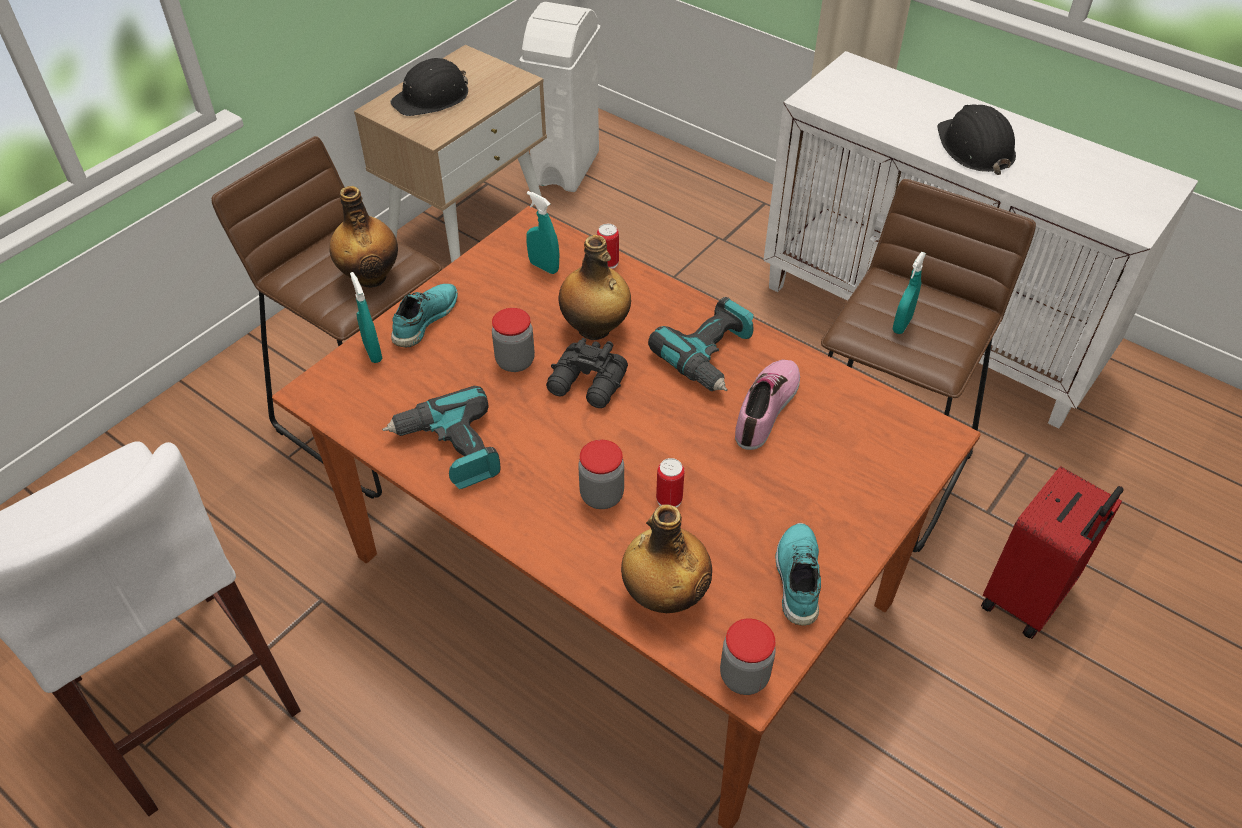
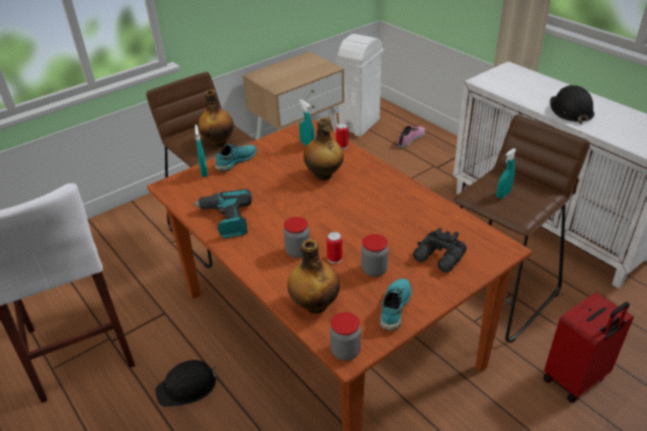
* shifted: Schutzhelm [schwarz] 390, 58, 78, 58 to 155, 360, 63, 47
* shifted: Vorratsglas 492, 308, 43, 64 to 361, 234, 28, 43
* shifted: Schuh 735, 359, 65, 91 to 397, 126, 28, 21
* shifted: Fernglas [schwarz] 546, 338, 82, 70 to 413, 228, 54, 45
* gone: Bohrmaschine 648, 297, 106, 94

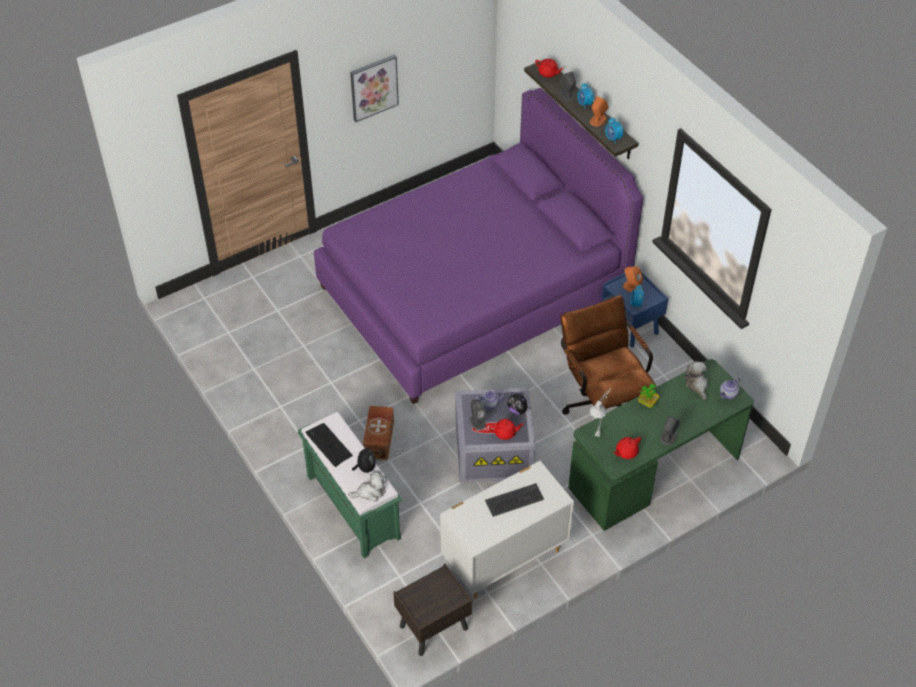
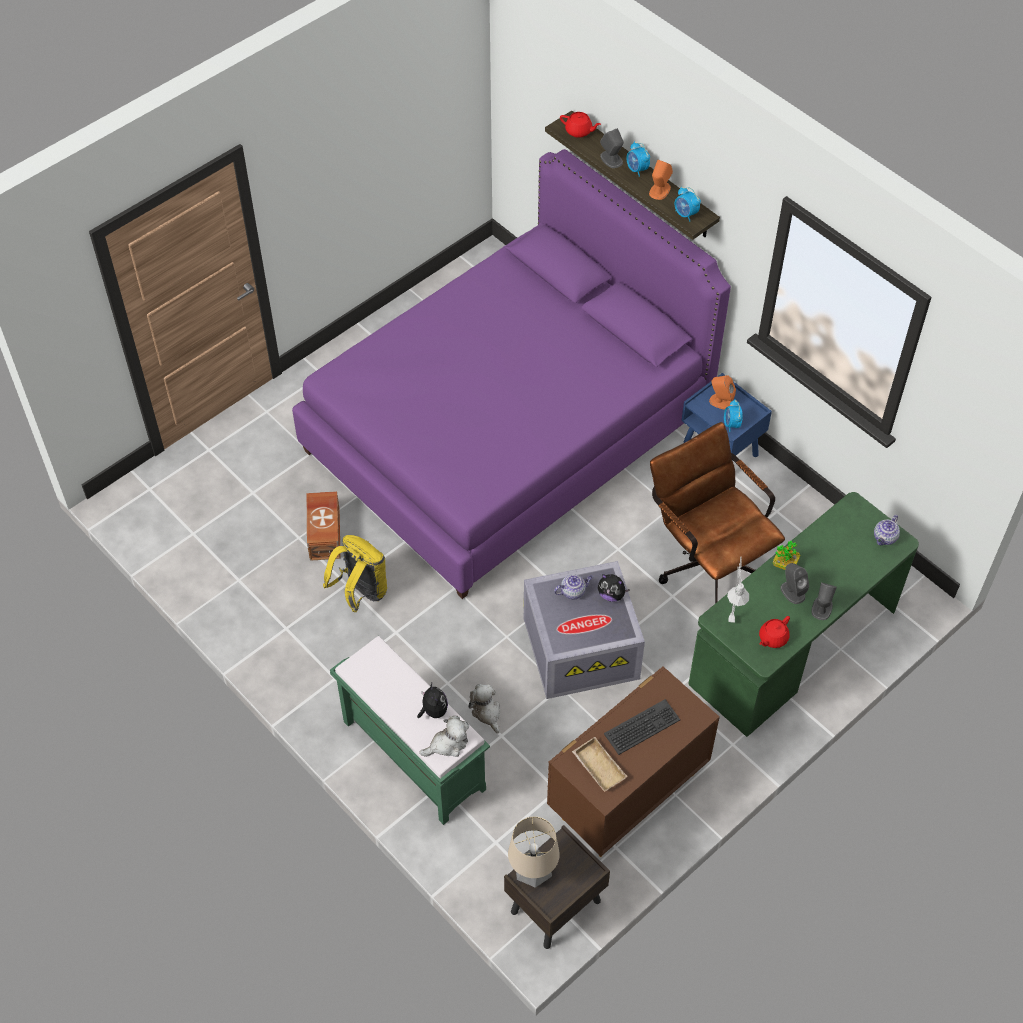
* shifted: Aufbewahrungsbox [braun] 363, 406, 31, 54 to 307, 491, 34, 70
* new: Rucksack [gelb] 323, 535, 64, 77
* shifted: Plüschtier 684, 361, 24, 39 to 468, 684, 32, 49
* new: Tischlampe 508, 816, 52, 72
* repainted: Kommode [weiß] 440, 461, 134, 137 to Kommode [braun] 547, 666, 173, 191
* new: Tablett [beige] 572, 737, 56, 55
* shifted: Lautsprecher [grau] 469, 399, 17, 31 to 780, 563, 29, 41
* gone: Tastatur 305, 423, 48, 44
* gone: Bild 350, 54, 49, 68
* gone: Teekanne [rot] 489, 419, 35, 21

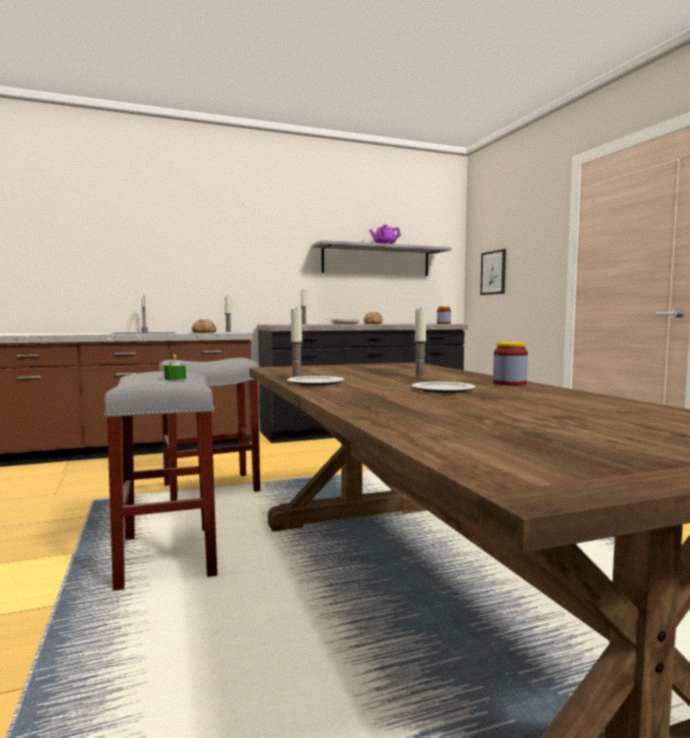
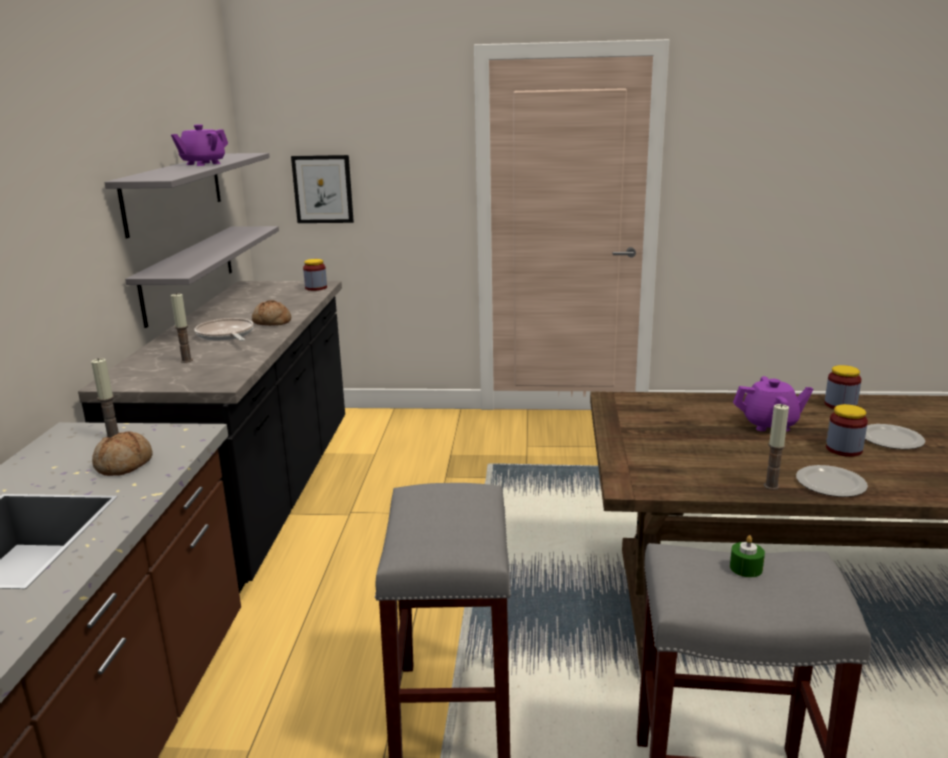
* new: Wandregal [grau] 125, 226, 154, 102
* swapped: Kerze 414, 307, 13, 70 to Teekanne [lila] 733, 376, 81, 55
* new: Vorratsglas 826, 404, 42, 53

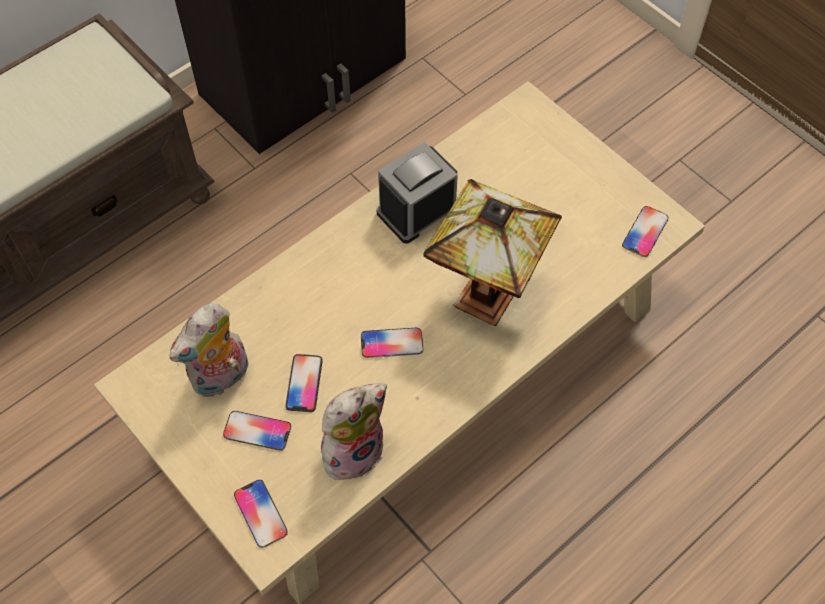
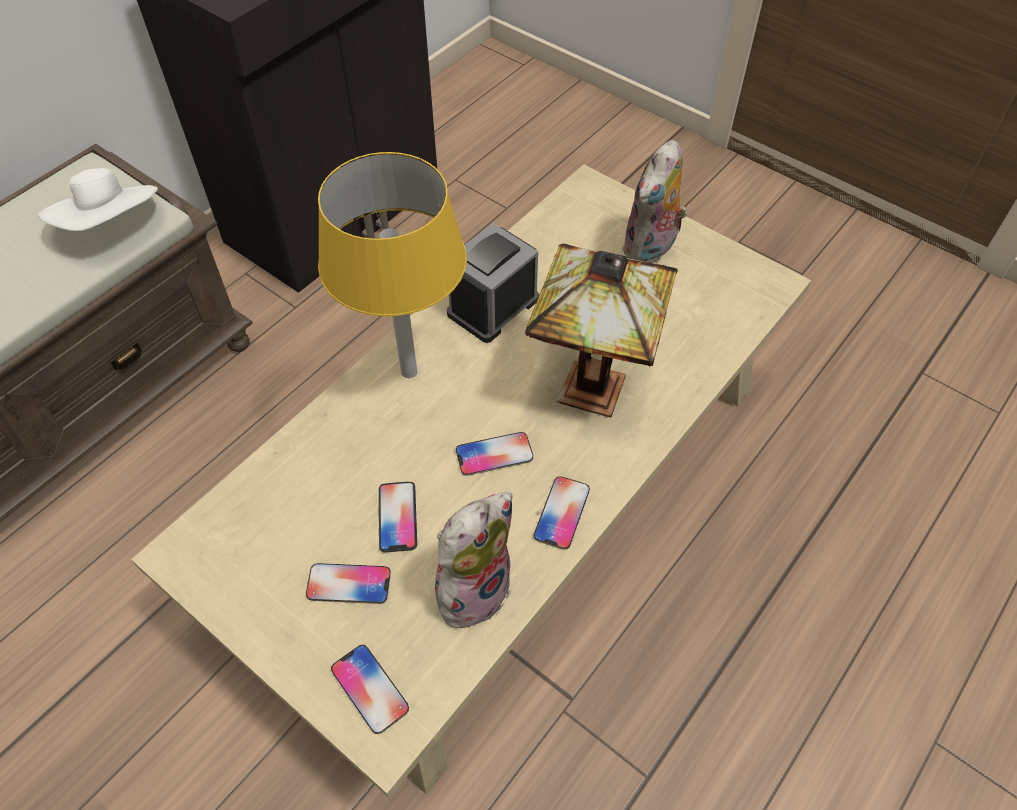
* new: Hut [weiß] 38, 168, 120, 63
* new: Tischlampe [gelb] 318, 152, 149, 226
* shifted: Handy 622, 206, 47, 51 to 534, 476, 56, 74
* shifted: Plüschtier 169, 303, 79, 94 to 622, 140, 66, 123

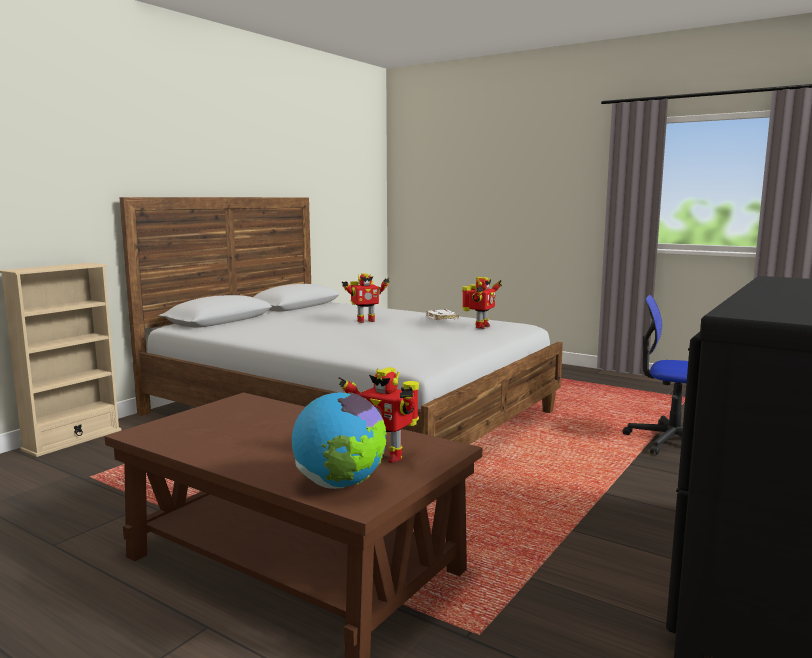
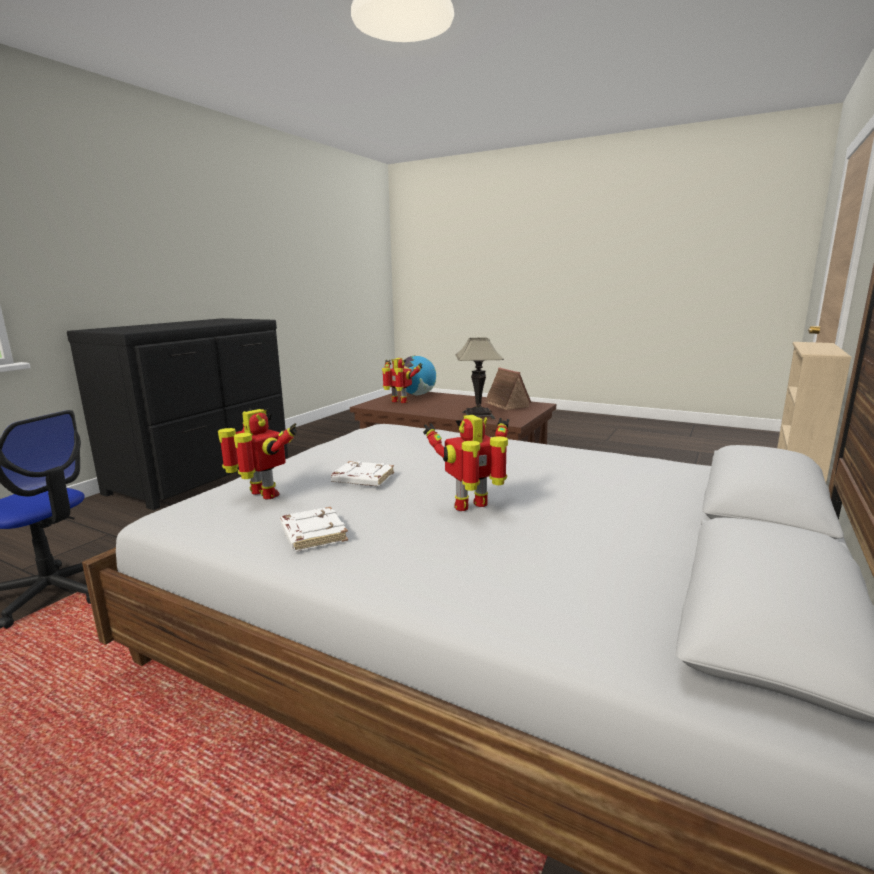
* rotated: Spielzeugroboter 462, 277, 40, 52 = 218, 409, 79, 90 105 degrees clockwise
* new: Buch [weiß] 331, 461, 63, 25
* new: Tischlampe 455, 337, 49, 82
* new: Spielzeughaus 484, 368, 48, 42

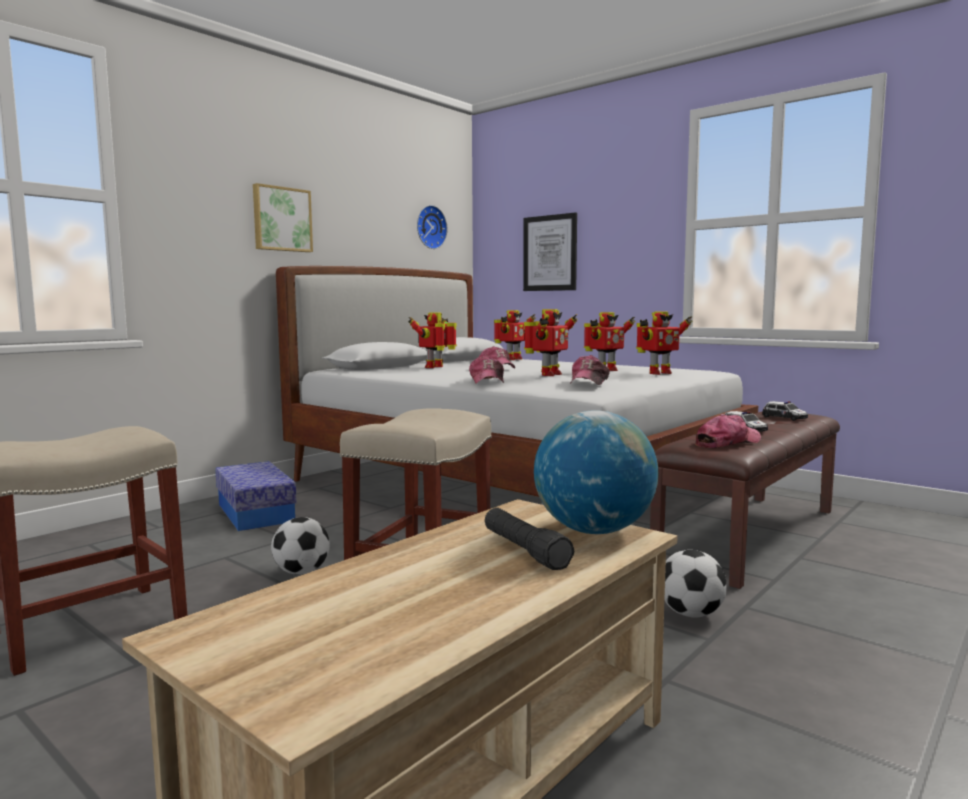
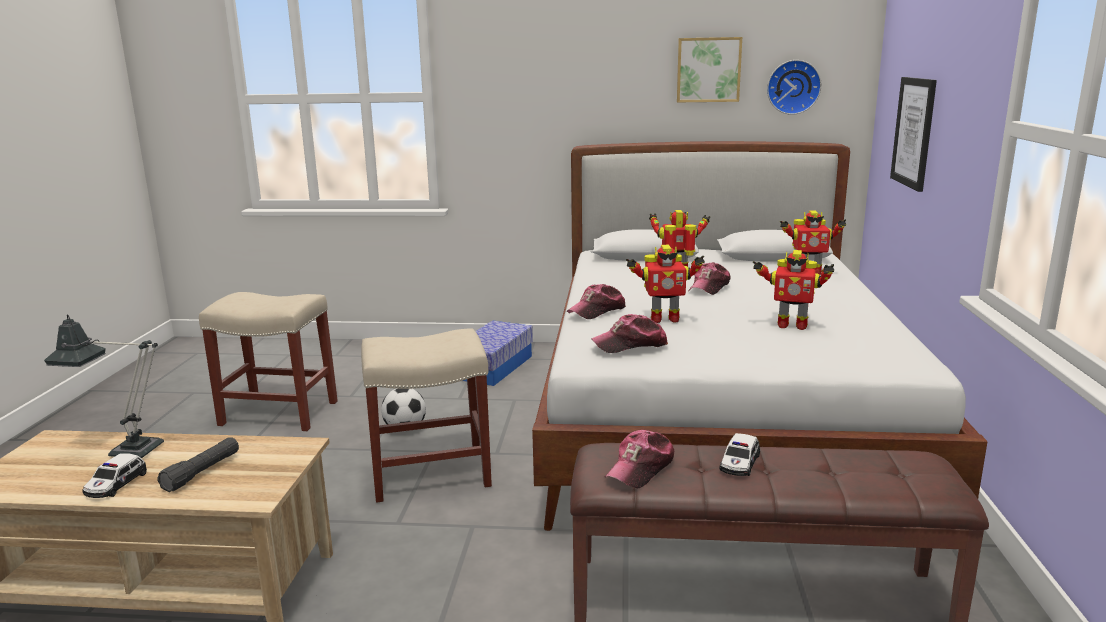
* new: Tischlampe 44, 314, 120, 144
* shifted: Spielzeugauto 763, 401, 45, 20 to 82, 453, 65, 45
* rotated: Kappe 695, 414, 66, 34 = 605, 430, 70, 58 105 degrees clockwise
* shifted: Bild 253, 183, 60, 69 to 677, 37, 65, 65
* gone: Globus 534, 410, 125, 124
* gone: Spielzeugroboter 636, 311, 57, 64
* gone: Fußball 664, 550, 63, 68

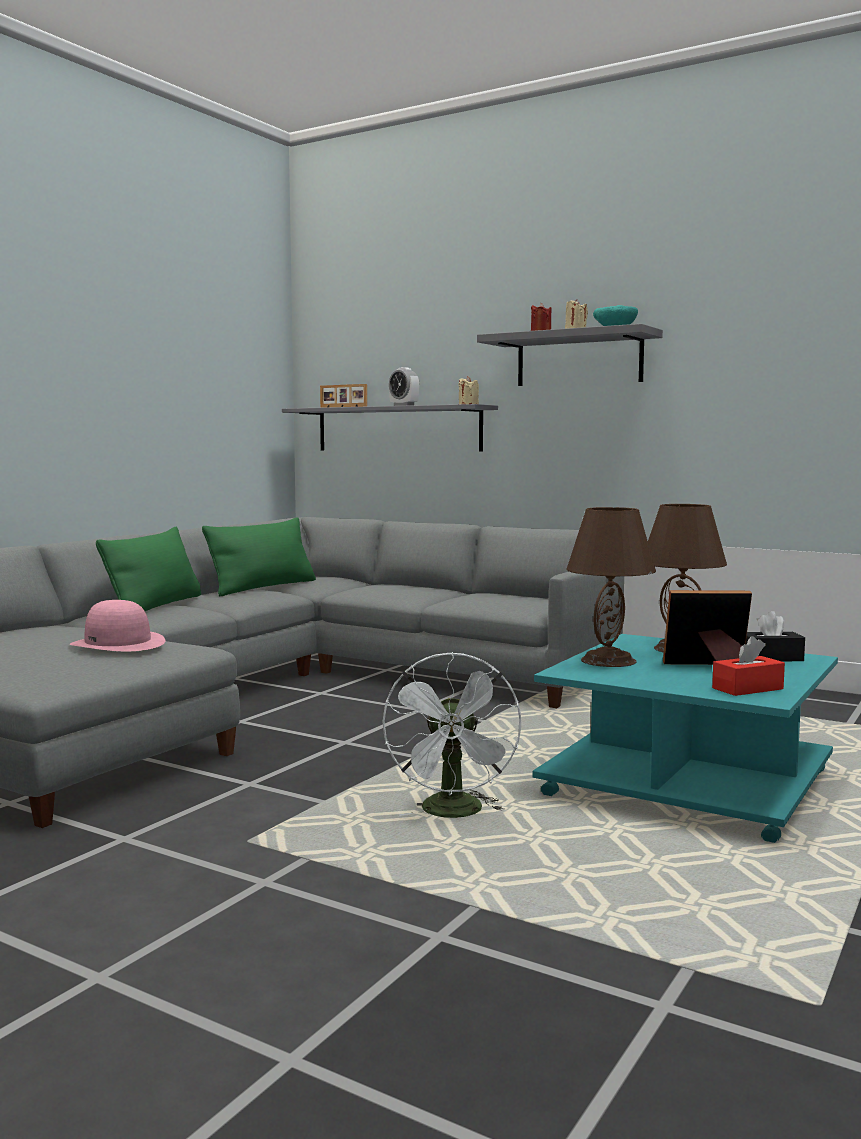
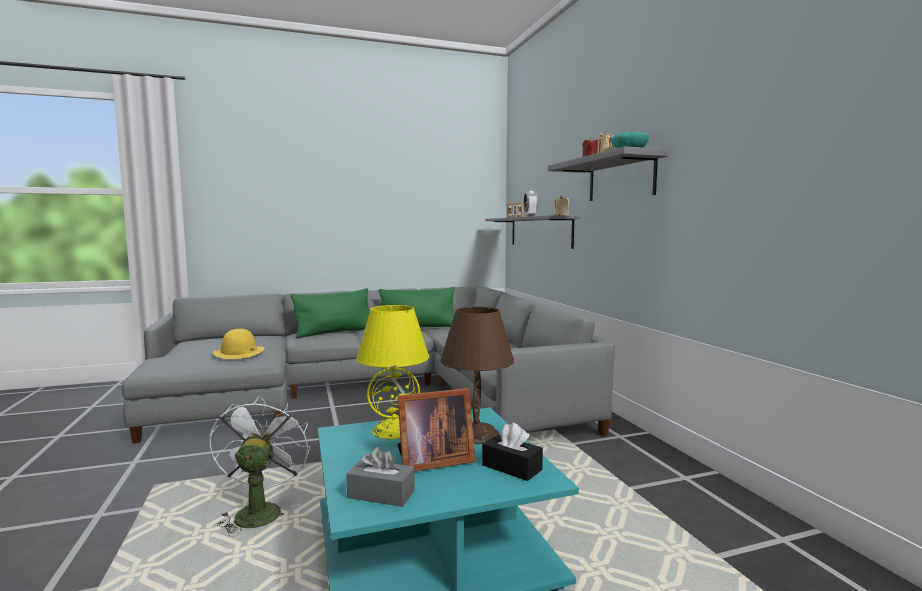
* rotated: Ventilator [weiß] 382, 652, 139, 166 = 209, 396, 101, 141 135 degrees clockwise
* repainted: Hut [rosa] 70, 600, 95, 51 to Hut [gelb] 213, 329, 51, 30
* repainted: Taschentuchbox [rot] 712, 636, 73, 60 to Taschentuchbox [grau] 346, 446, 69, 61
* repainted: Tischlampe [braun] 566, 507, 90, 160 to Tischlampe [gelb] 356, 305, 73, 134
* rotated: Bilderrahmen 663, 590, 89, 75 = 397, 388, 79, 83 120 degrees clockwise

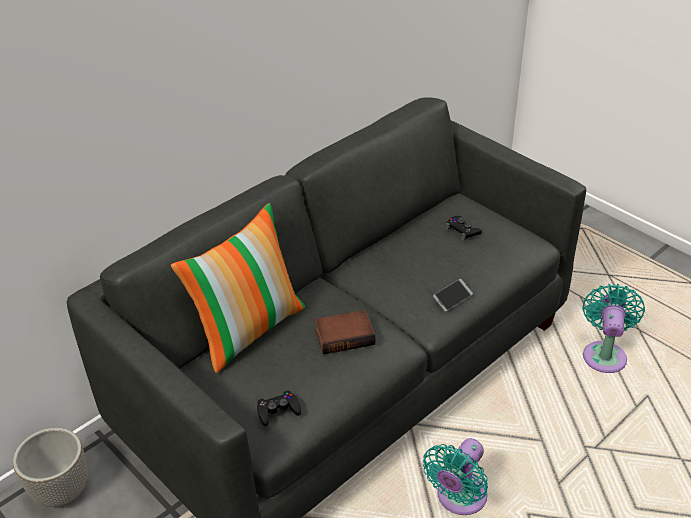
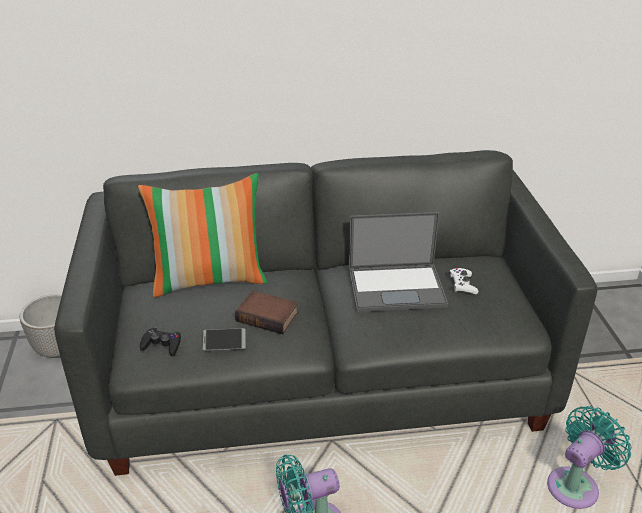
* shifted: Handy 433, 279, 40, 33 to 203, 328, 43, 23
* new: Laptop 349, 212, 99, 100
* repainted: Gamepad [schwarz] 446, 216, 36, 24 to Gamepad [weiß] 448, 268, 30, 26

